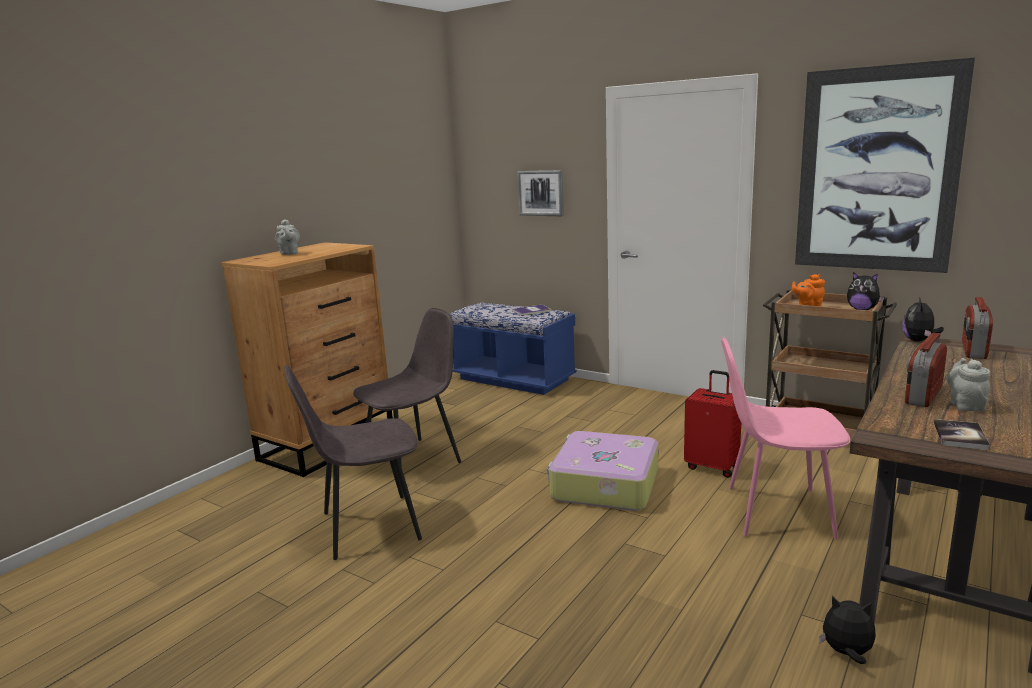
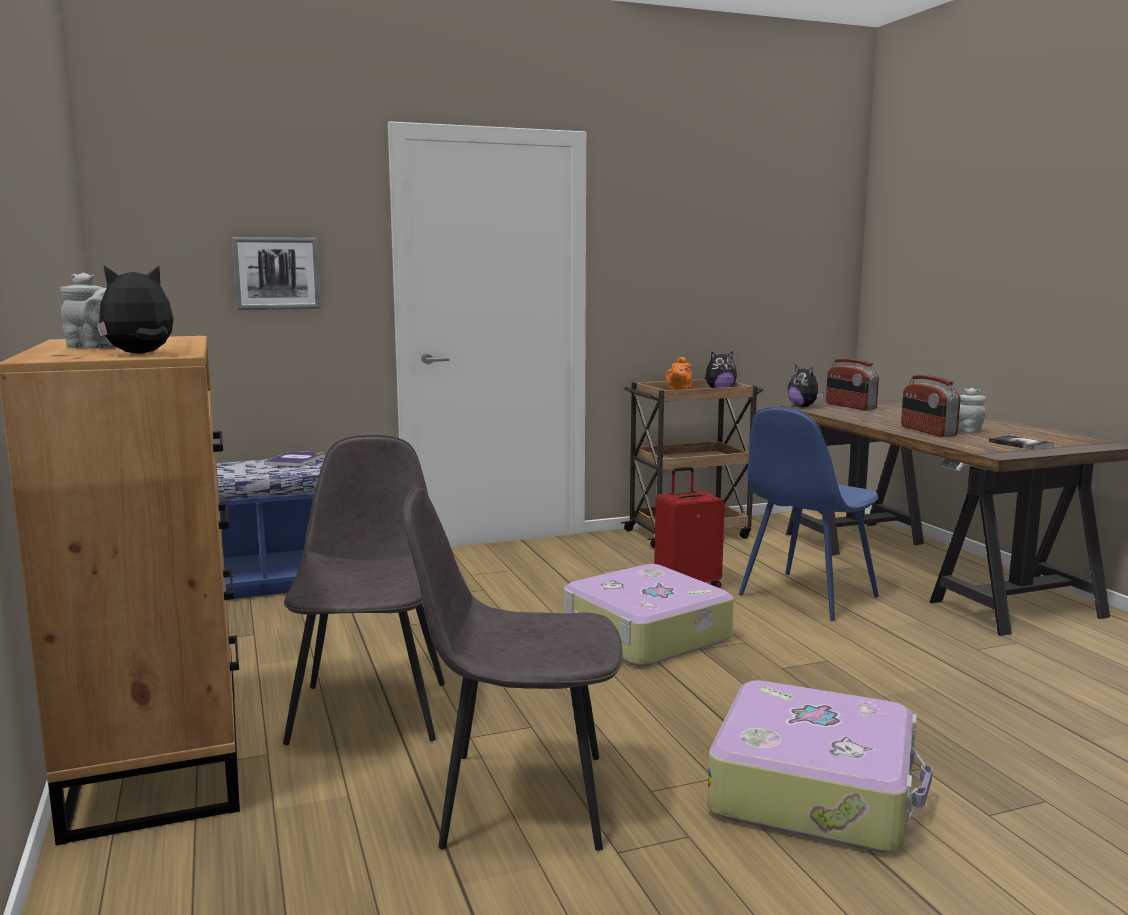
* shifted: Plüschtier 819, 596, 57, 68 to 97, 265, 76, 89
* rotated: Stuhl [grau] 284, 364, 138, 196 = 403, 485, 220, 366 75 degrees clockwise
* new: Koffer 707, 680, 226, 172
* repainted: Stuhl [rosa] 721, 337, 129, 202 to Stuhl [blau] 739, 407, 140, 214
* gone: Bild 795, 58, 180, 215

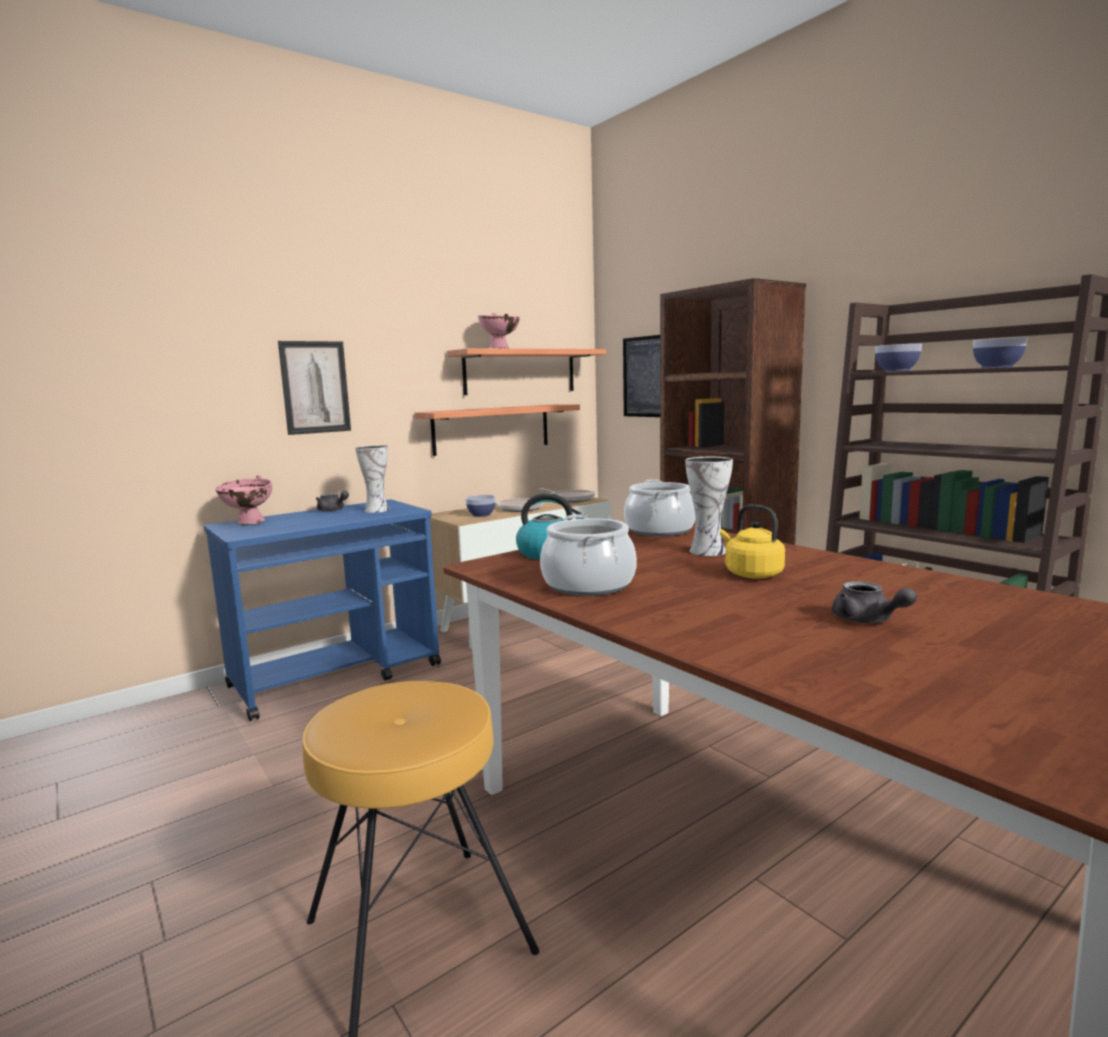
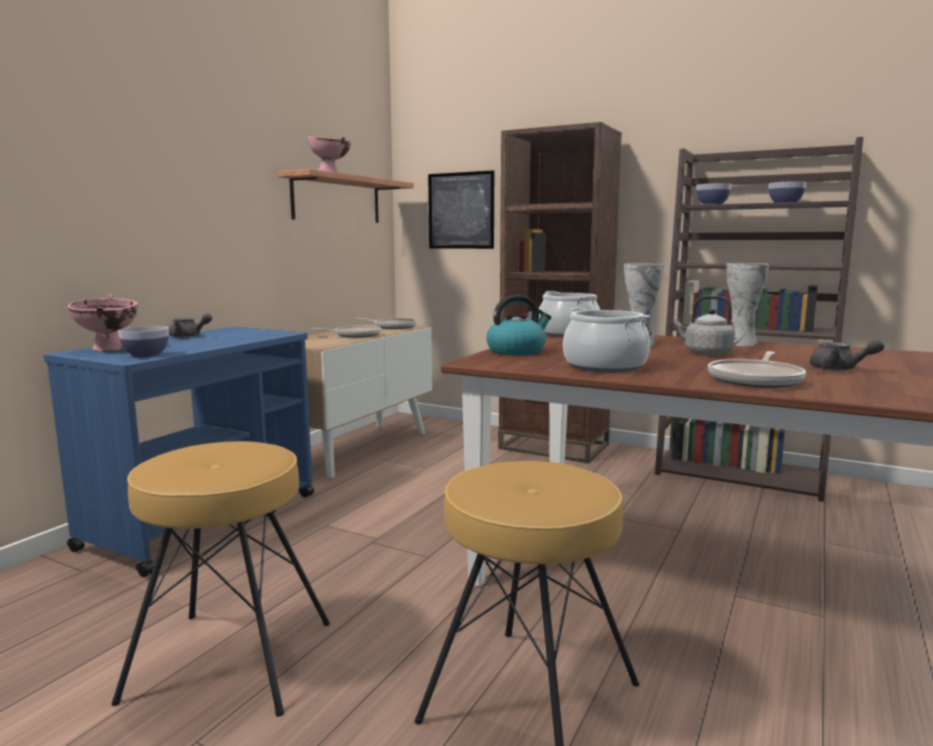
* new: Hocker [braun] 112, 441, 218, 276
* shifted: Schüssel 465, 495, 31, 22 to 118, 326, 51, 32
* repainted: Wasserkessel [gelb] 720, 505, 65, 74 to Wasserkessel [grau] 674, 296, 61, 59
* new: Pfanne 708, 351, 98, 37
* shifted: Vase 355, 445, 35, 68 to 726, 263, 43, 84
* gone: Bild 278, 341, 73, 94
* gone: Wandregal 415, 404, 165, 52

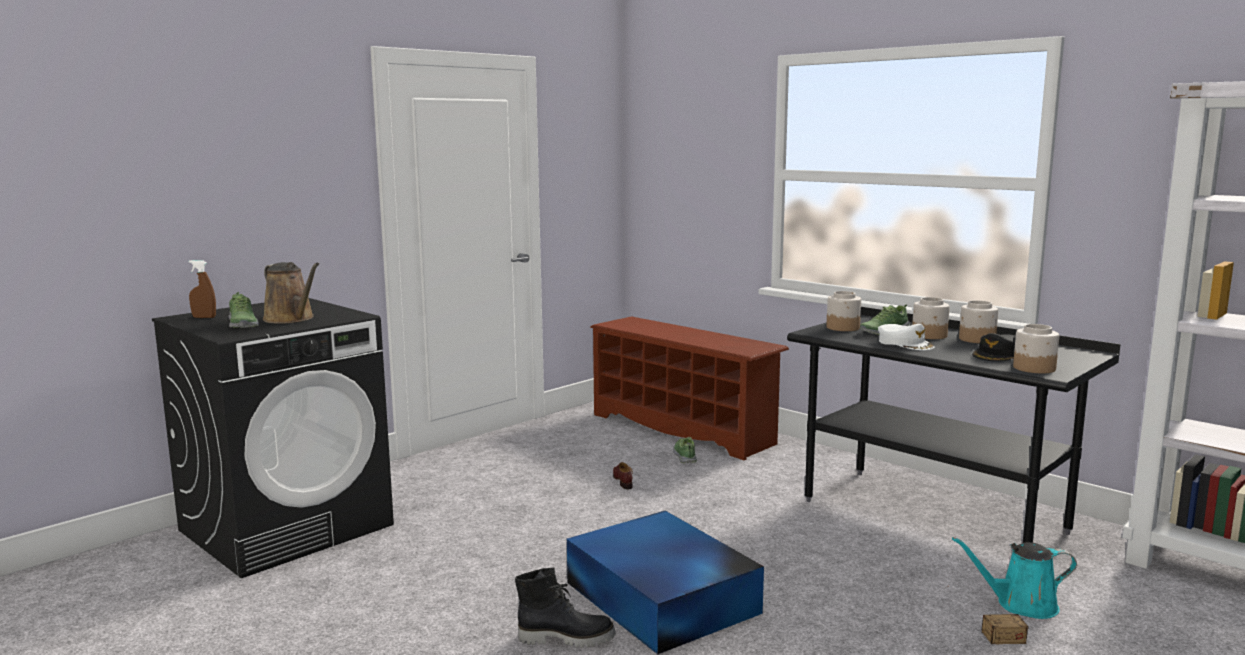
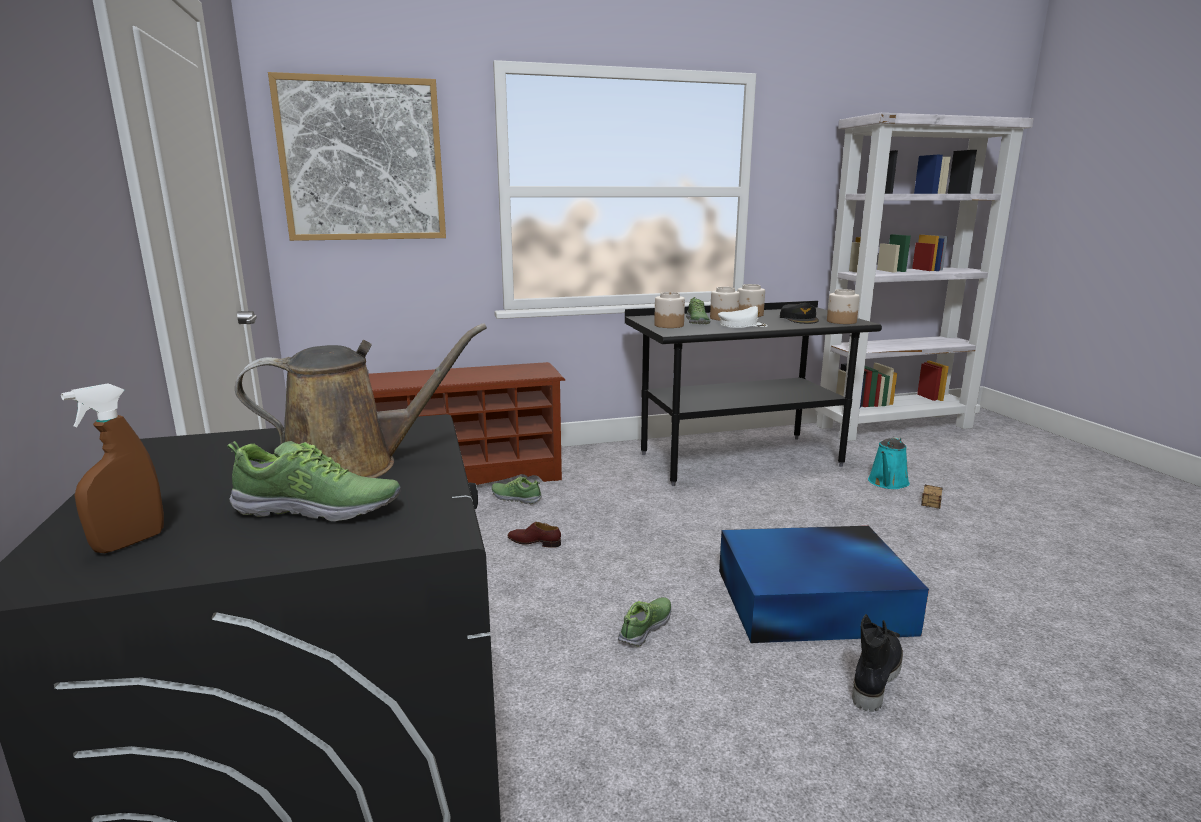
* new: Bild 268, 72, 178, 169
* new: Schuh 618, 597, 53, 49

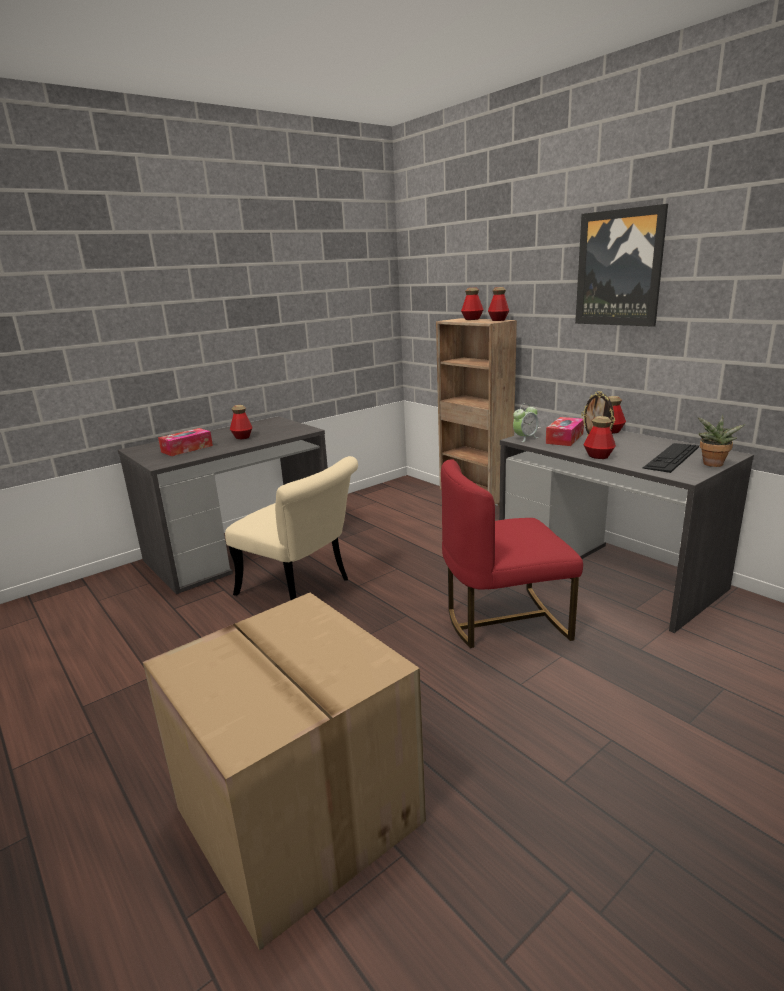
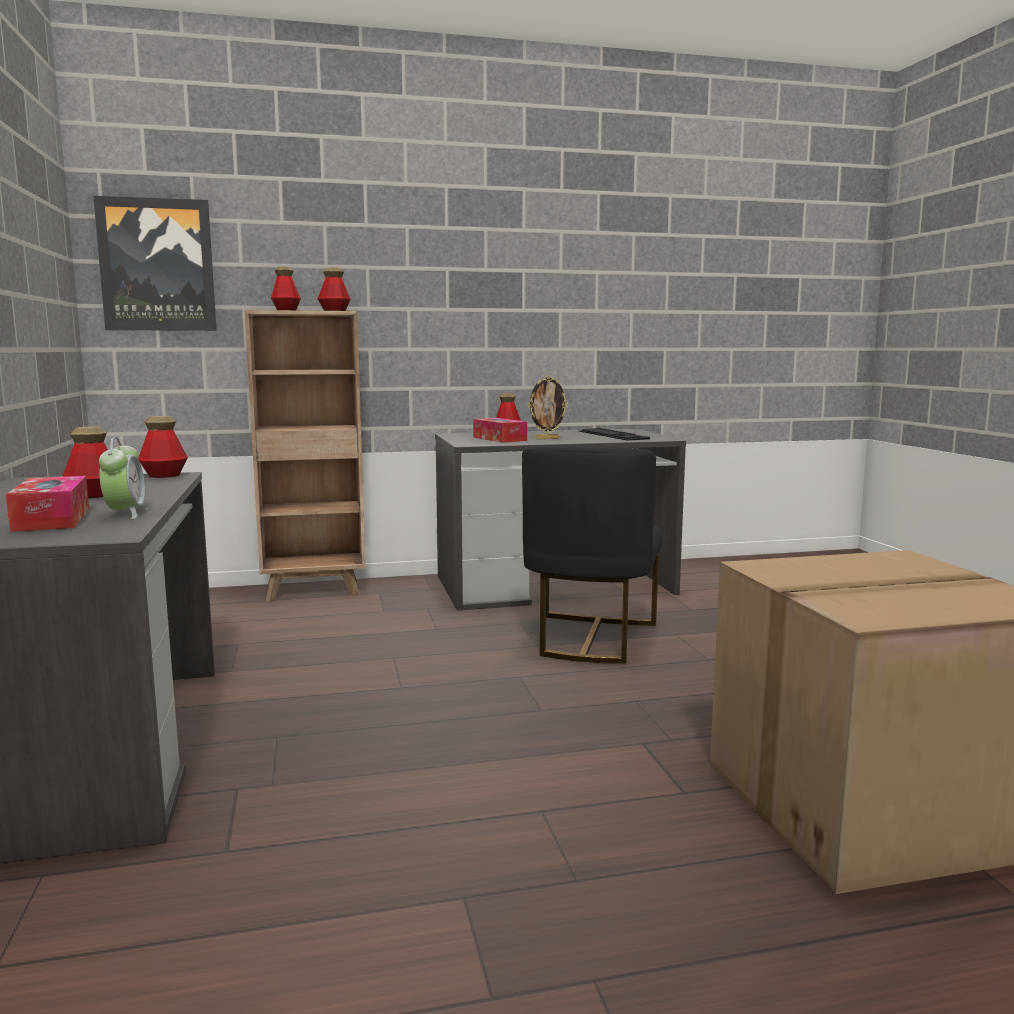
* shifted: Bild 575, 204, 93, 123 to 94, 196, 123, 135
* shifted: Wecker 513, 403, 26, 39 to 99, 437, 49, 82
* shifted: Flasche 583, 416, 33, 43 to 138, 416, 50, 62
* repainted: Stuhl [rot] 441, 459, 142, 189 to Stuhl [schwarz] 522, 446, 141, 218
* gone: Stuhl [beige] 225, 456, 133, 144
* gone: Topfpflanze 698, 415, 47, 52

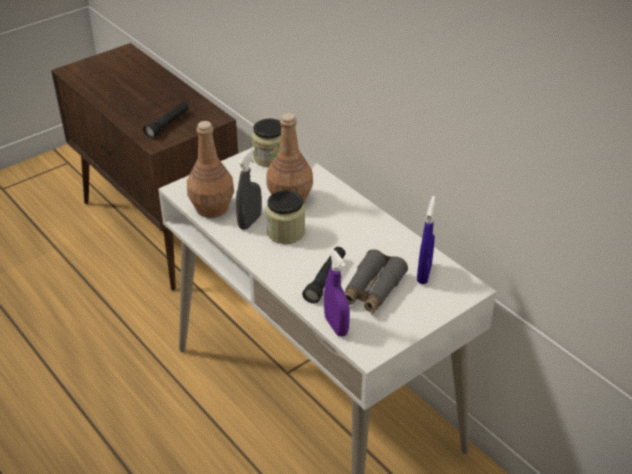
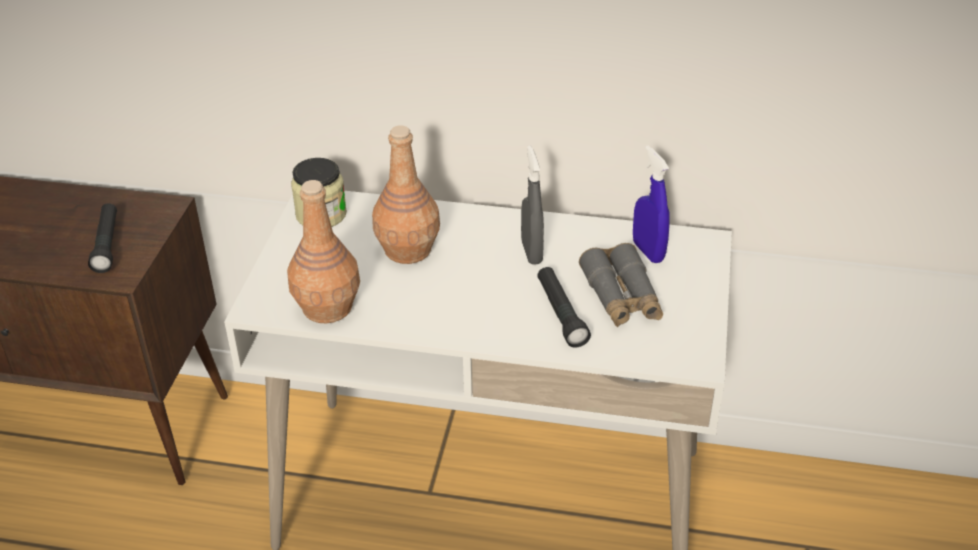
* shifted: Sprühflasche [grau] 236, 147, 26, 83 to 521, 145, 23, 120
* gone: Vorratsglas 266, 190, 39, 54
* gone: Sprühflasche [lila] 324, 250, 26, 87

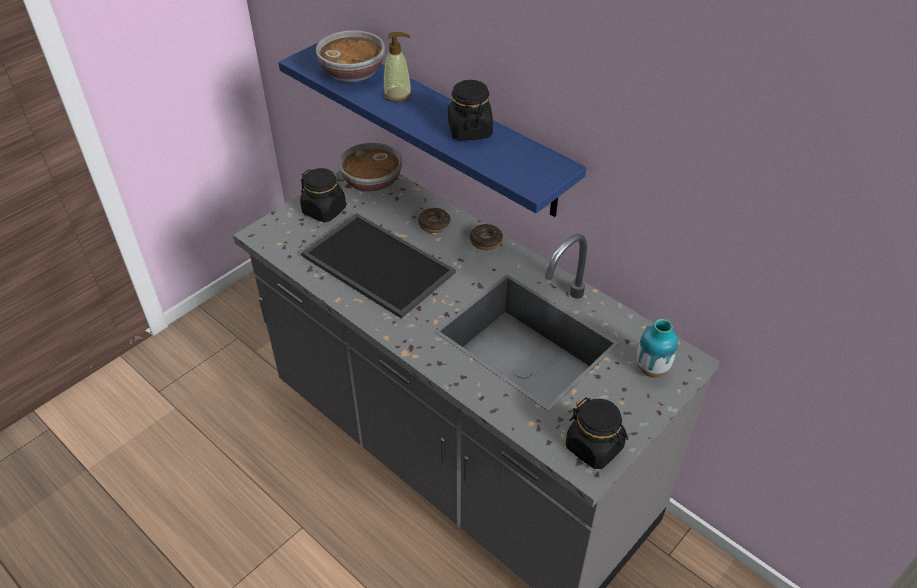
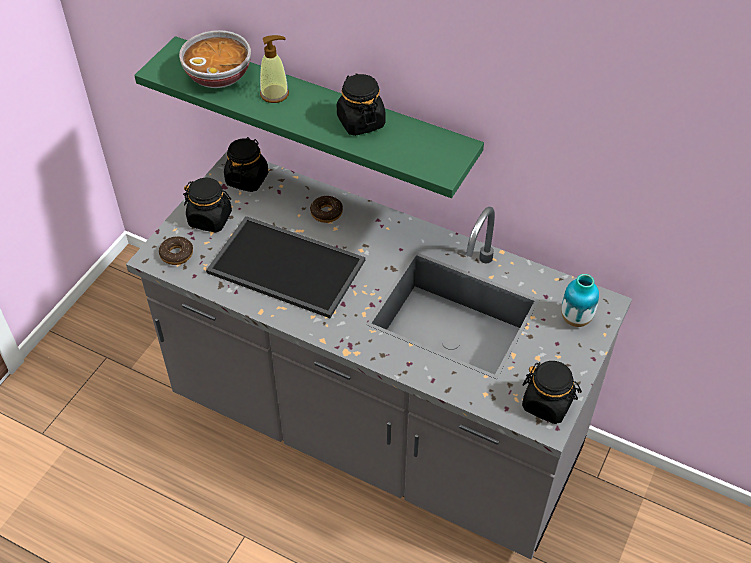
* repainted: Wandregal [blau] 278, 42, 308, 175 to Wandregal [grün] 134, 36, 350, 162
* shifted: Donut 470, 224, 33, 26 to 159, 236, 34, 29
* swapped: Schüssel 339, 142, 63, 51 to Vorratsglas [schwarz] 224, 137, 44, 55

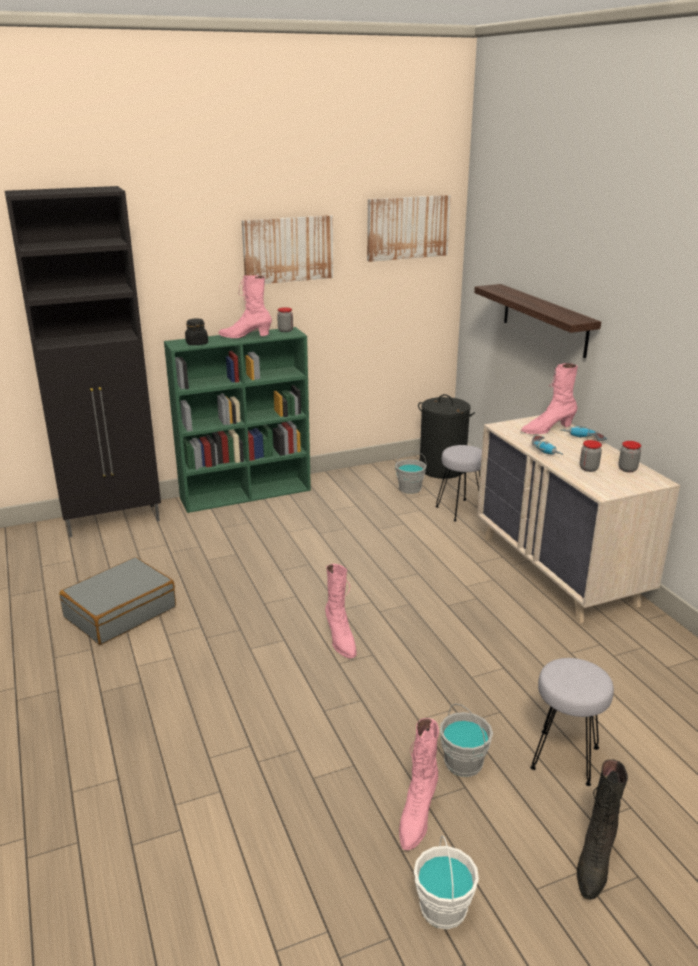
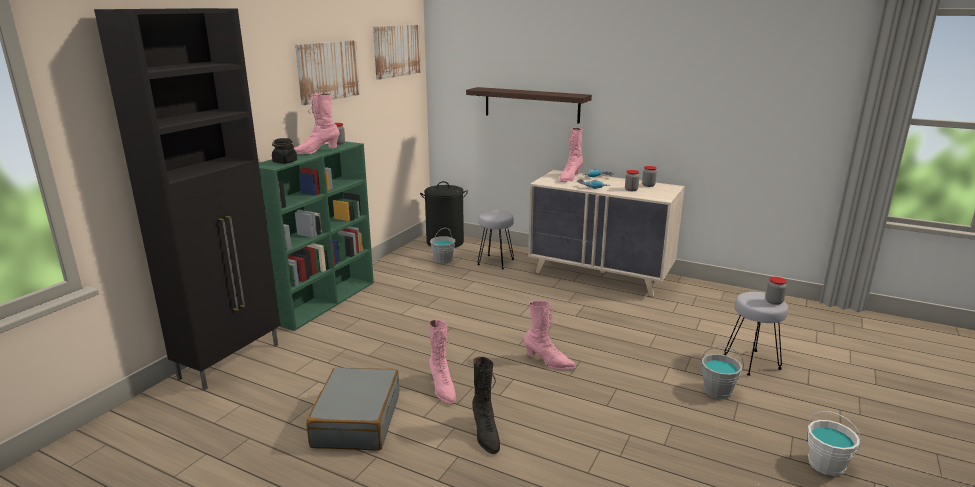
* shifted: Stiefel [rosa] 399, 718, 40, 132 to 429, 319, 27, 85
* shifted: Stiefel [schwarz] 577, 759, 51, 141 to 472, 357, 28, 97
* new: Vorratsglas 766, 277, 21, 28

